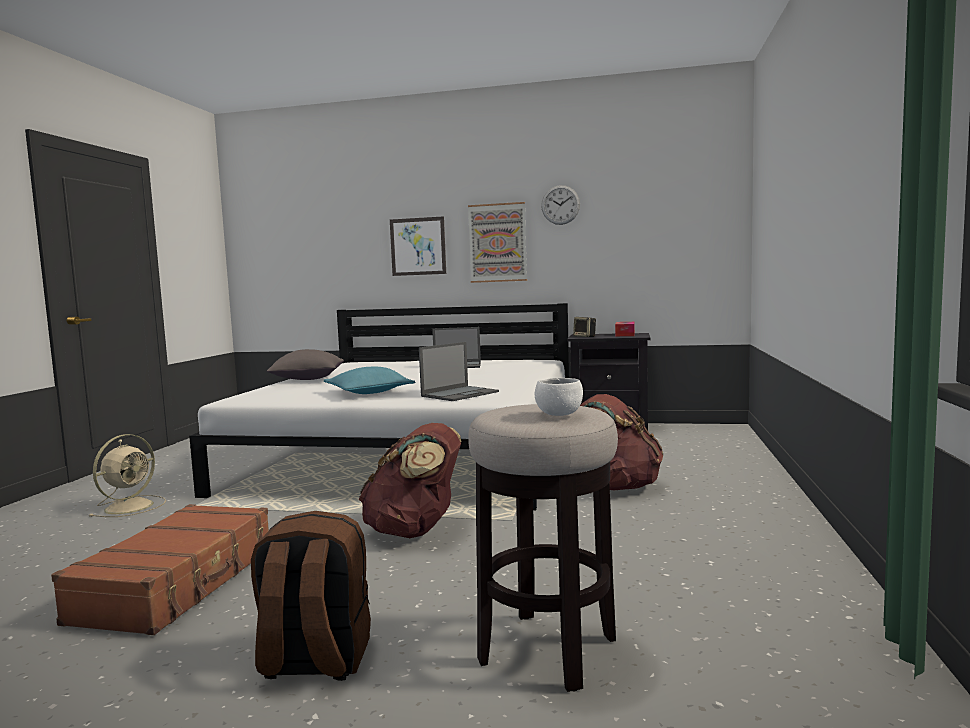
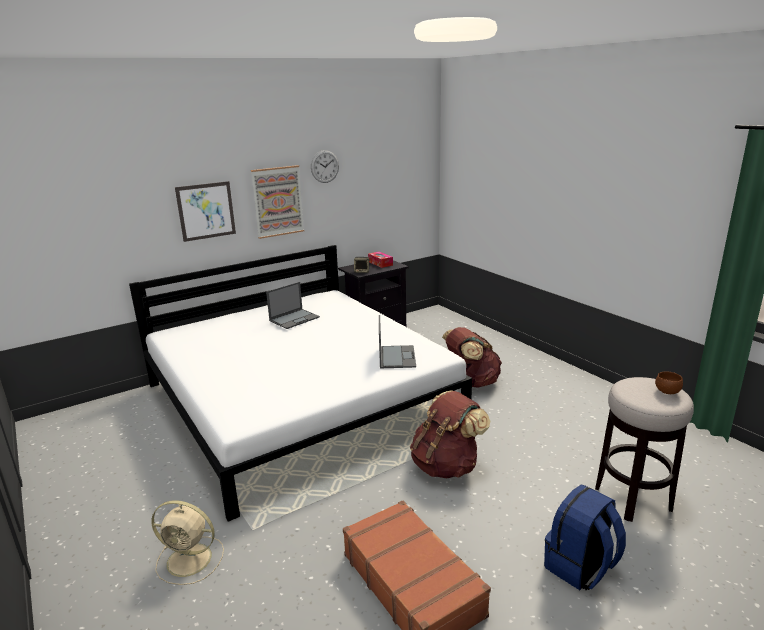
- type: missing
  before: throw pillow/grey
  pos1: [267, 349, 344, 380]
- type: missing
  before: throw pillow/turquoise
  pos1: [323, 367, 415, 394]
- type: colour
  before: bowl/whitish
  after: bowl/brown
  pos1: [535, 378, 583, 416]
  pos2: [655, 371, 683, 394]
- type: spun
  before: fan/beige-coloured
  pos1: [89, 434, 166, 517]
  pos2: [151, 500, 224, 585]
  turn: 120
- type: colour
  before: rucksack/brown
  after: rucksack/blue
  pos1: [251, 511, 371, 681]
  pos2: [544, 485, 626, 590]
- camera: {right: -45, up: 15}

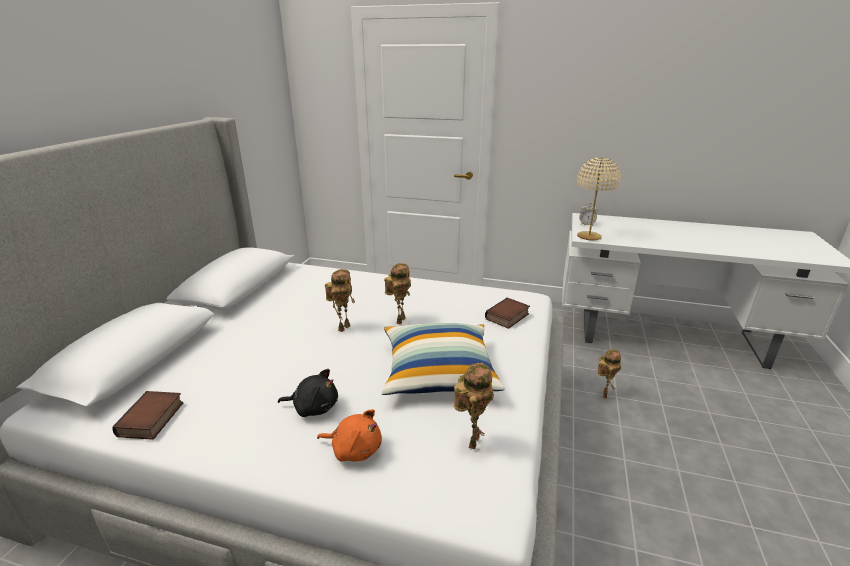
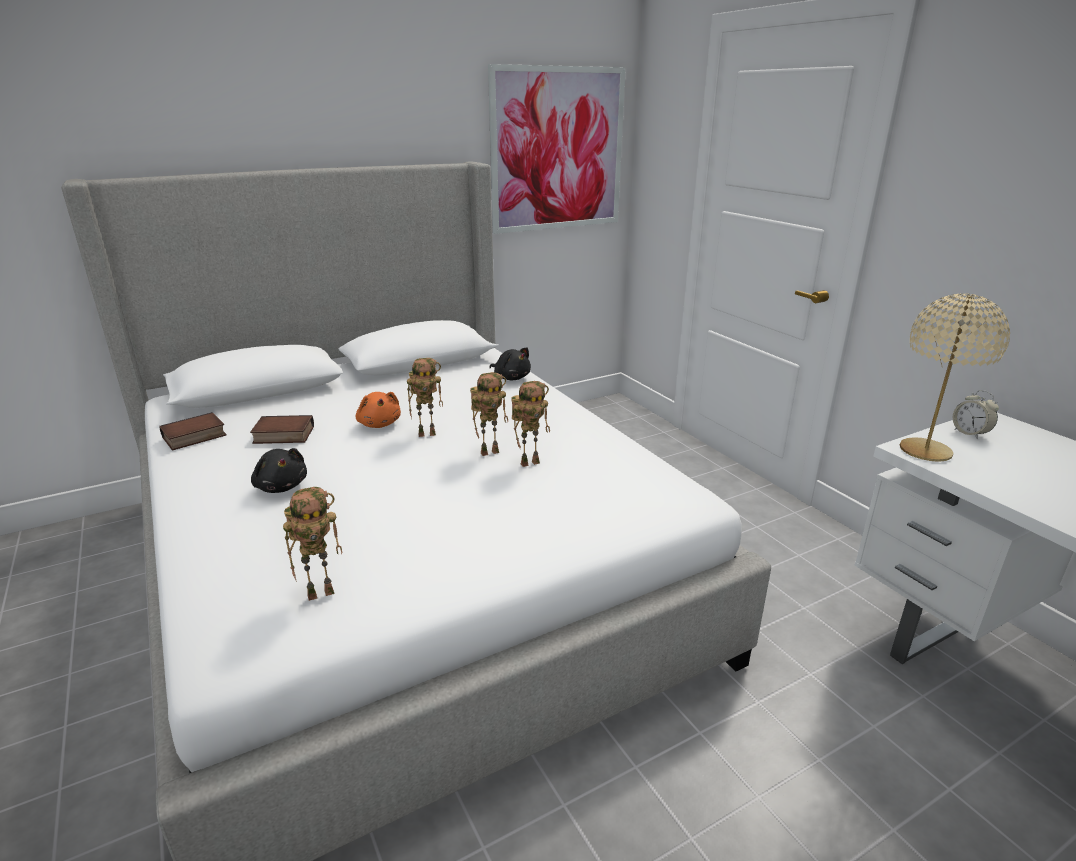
- type: relocated
  before: bound book
  pos1: [485, 298, 530, 329]
  pos2: [250, 415, 314, 444]
- type: missing
  before: throw pillow
  pos1: [382, 323, 505, 395]
- type: relocated
  before: toy robot
  pos1: [597, 349, 621, 399]
  pos2: [511, 381, 550, 467]
- type: relocated
  before: soft toy/orangey
  pos1: [317, 409, 382, 462]
  pos2: [356, 392, 401, 428]
- type: appeared
  after: wall picture
  pos2: [488, 64, 626, 234]
- type: appeared
  after: soft toy/black
  pos2: [489, 347, 531, 380]
- camera: {right: 45, up: 0}

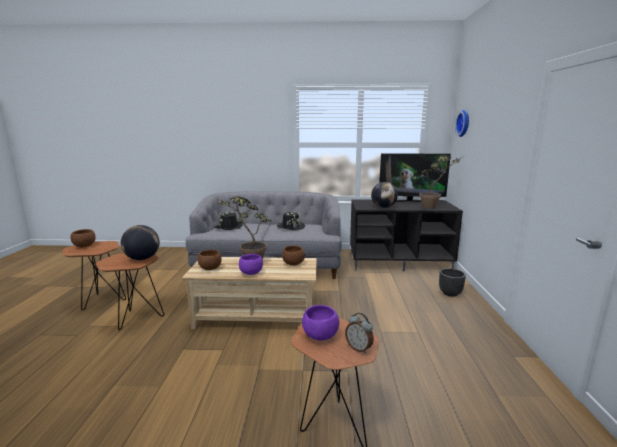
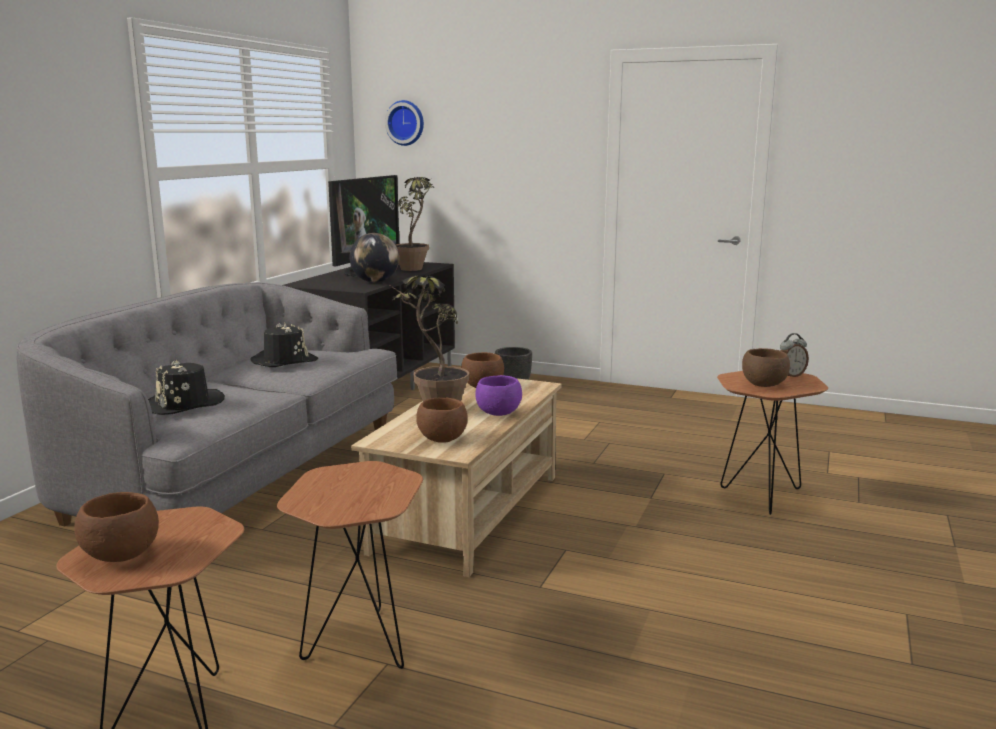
- type: missing
  before: globe
  pos1: [121, 225, 160, 260]
- type: colour
  before: bowl/purplish
  after: bowl/brown
  pos1: [302, 305, 339, 340]
  pos2: [742, 348, 790, 387]
- camera: {right: -70, up: 0}

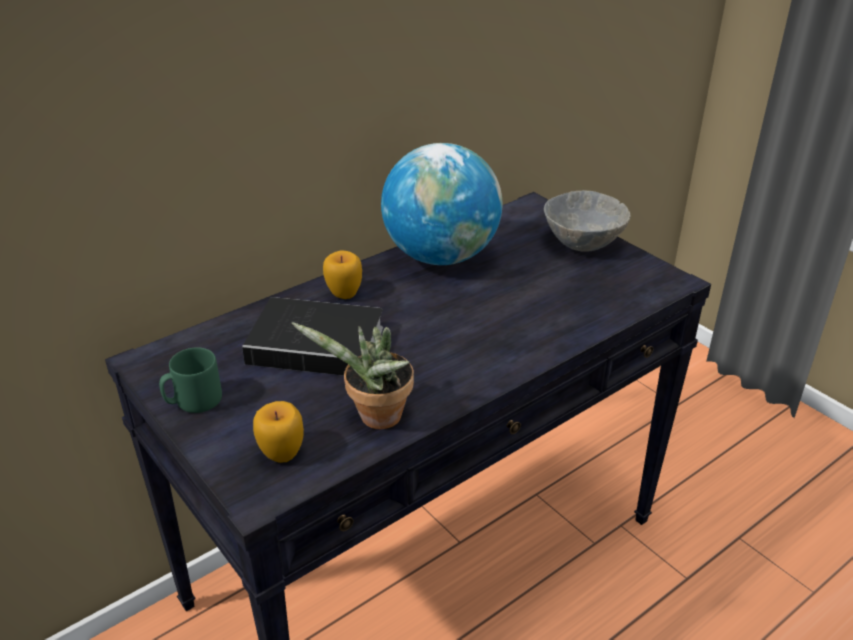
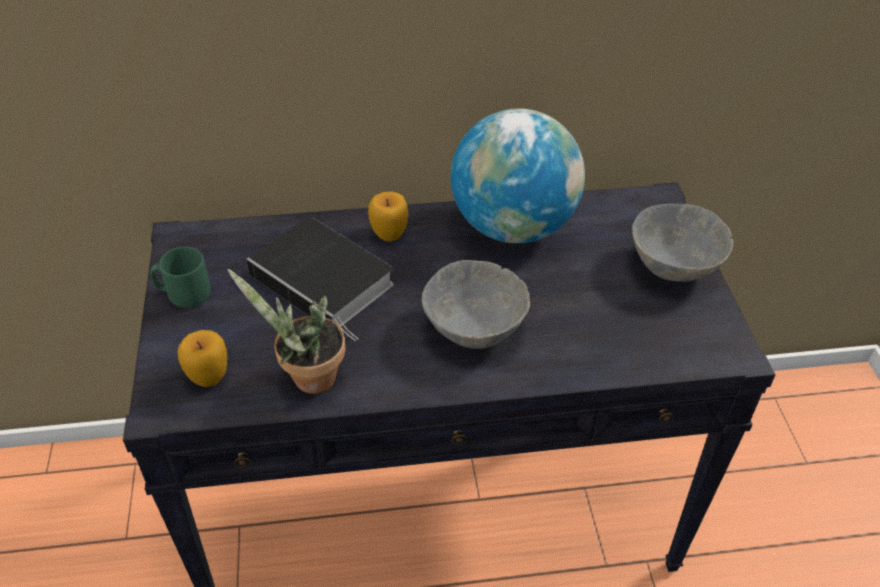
- type: appeared
  after: bowl/grey
  pos2: [422, 260, 530, 349]
- camera: {right: 30, up: 10}

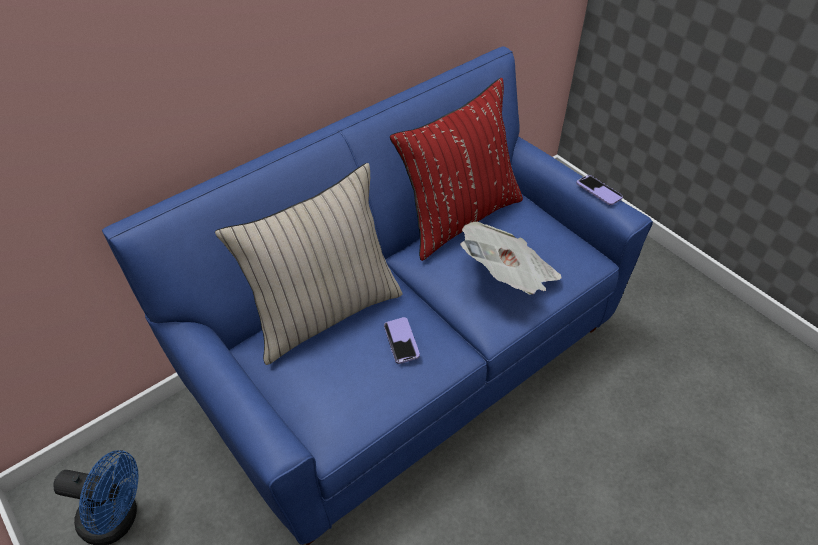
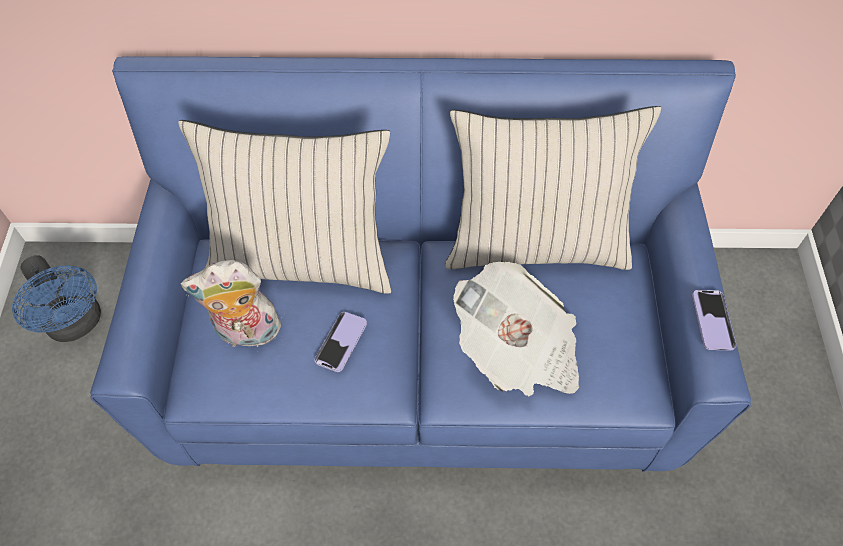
- type: colour
  before: throw pillow/reddish
  after: throw pillow/beige-coloured
  pos1: [390, 78, 523, 261]
  pos2: [446, 106, 661, 270]
- type: appeared
  after: soft toy
  pos2: [181, 260, 285, 347]
- camera: {right: 40, up: 10}

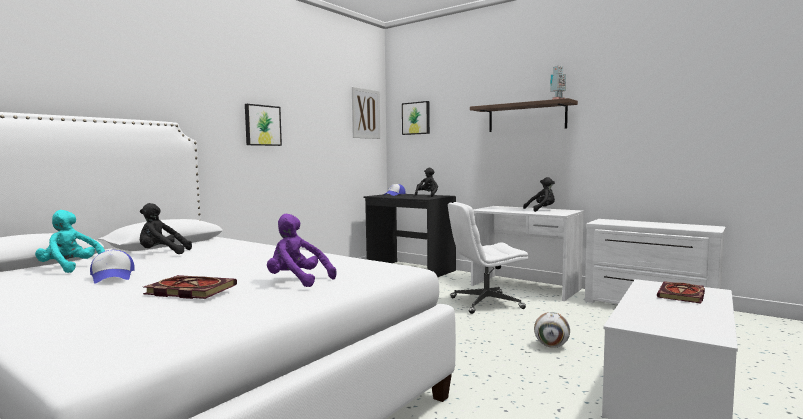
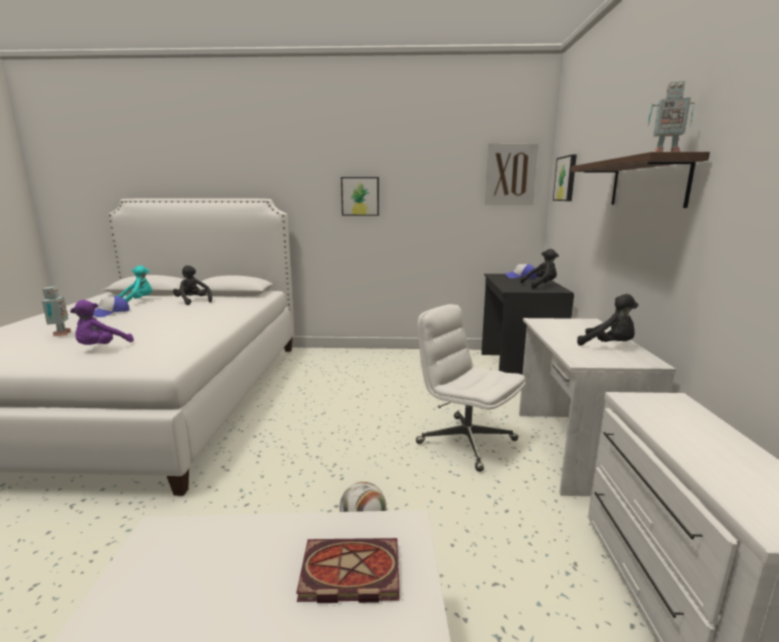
- type: spun
  before: soft toy/turquoise
  pos1: [35, 210, 105, 273]
  pos2: [117, 265, 152, 303]
  turn: 60
- type: spun
  before: soft toy/purplish
  pos1: [267, 213, 337, 287]
  pos2: [70, 300, 134, 345]
  turn: -150
- type: exchanged
  before: bound book
  after: toy robot
  pos1: [143, 275, 237, 299]
  pos2: [42, 286, 71, 336]
- camera: {right: 55, up: 10}

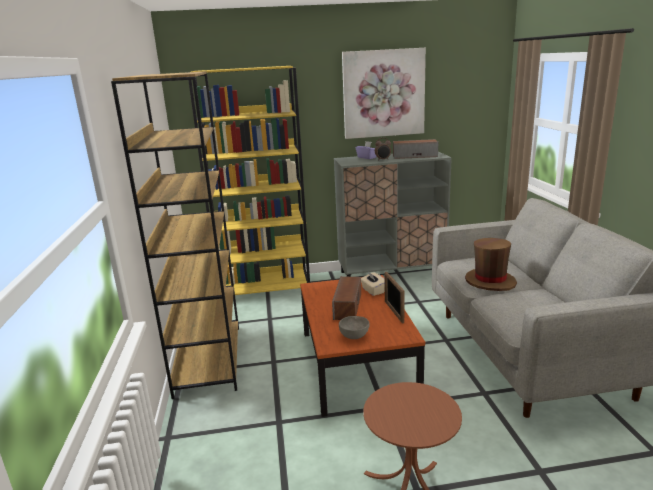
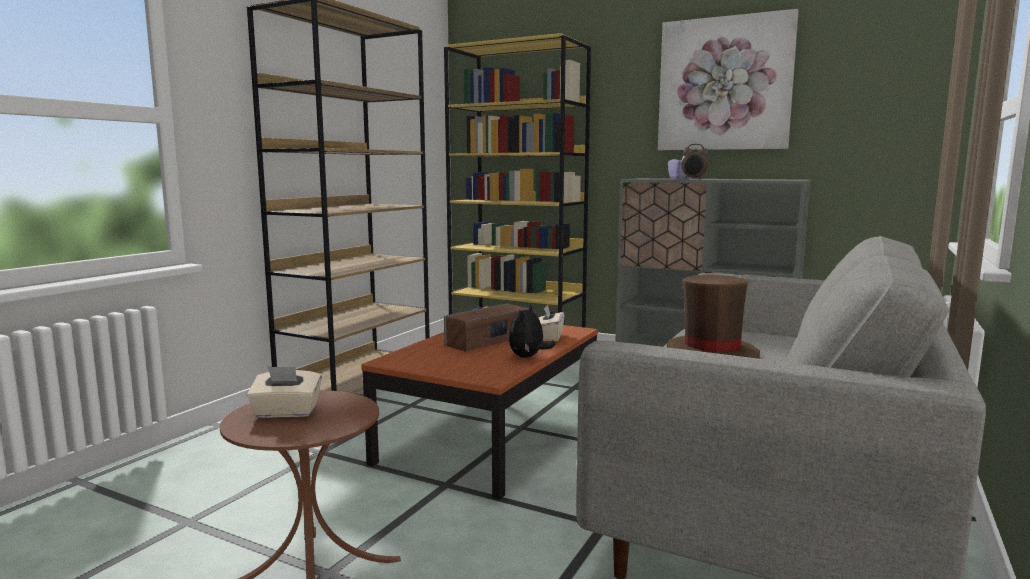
- type: missing
  before: speaker
  pos1: [393, 139, 438, 159]
- type: exchanged
  before: photo frame
  after: soft toy
  pos1: [384, 272, 405, 323]
  pos2: [509, 304, 556, 358]
- type: missing
  before: bowl/grey
  pos1: [339, 316, 370, 339]
- type: appeared
  after: tissue box/beige-coloured
  pos2: [247, 366, 322, 418]
- camera: {right: 35, up: -10}

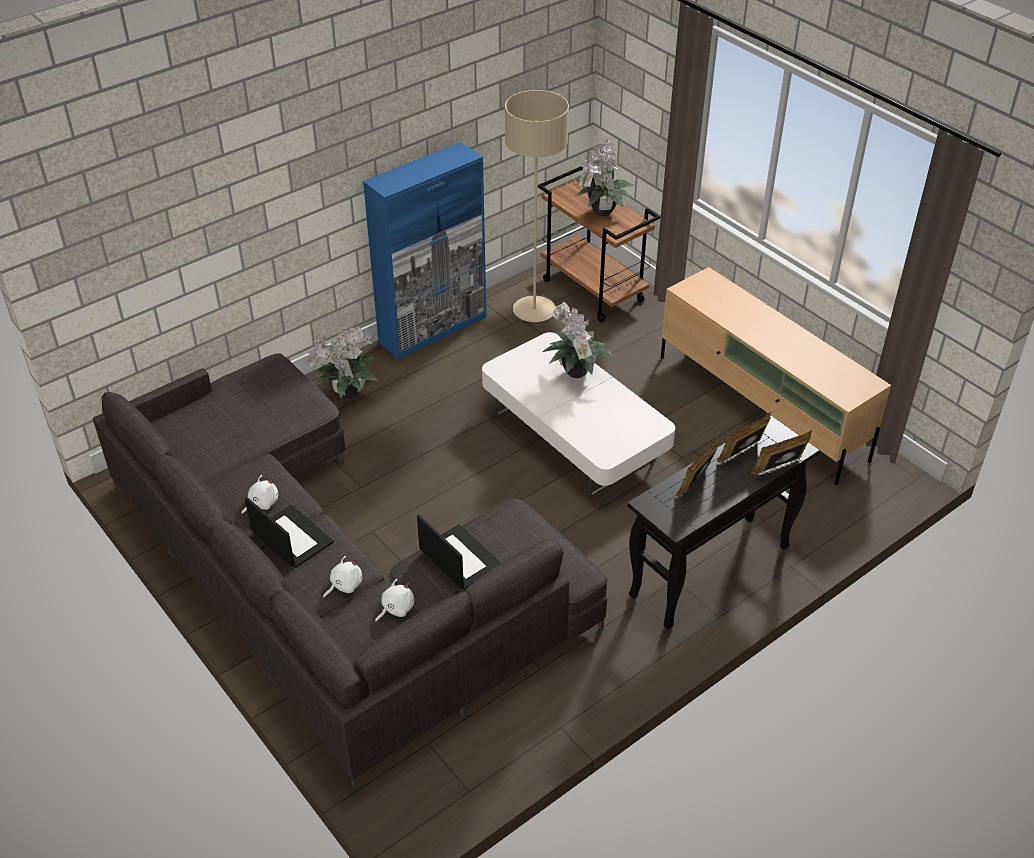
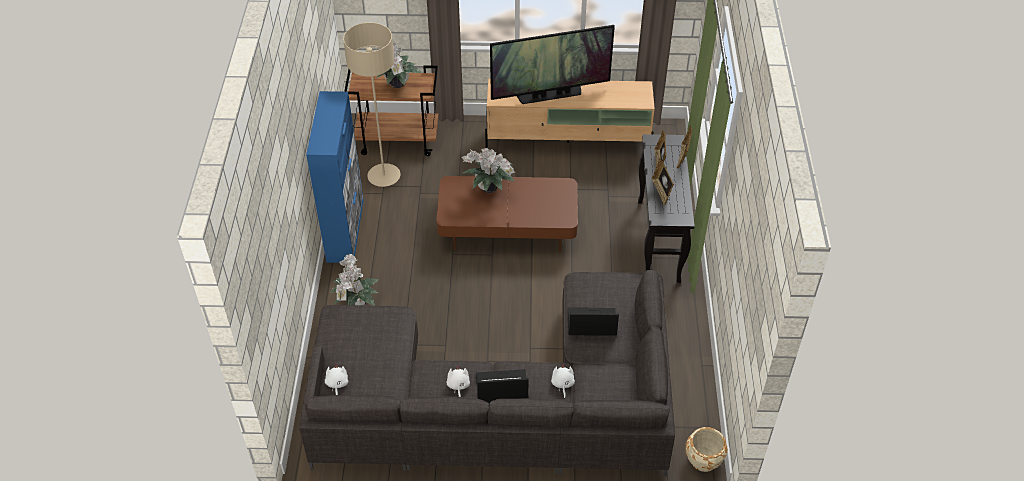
- type: colour
  before: low table/whitish
  after: low table/brown
  pos1: [482, 332, 675, 498]
  pos2: [436, 176, 578, 252]
- type: relocated
  before: soft toy/whitish
  pos1: [375, 579, 414, 622]
  pos2: [325, 363, 348, 395]
- type: appeared
  after: television
  pos2: [490, 25, 615, 104]
- type: appeared
  after: flower pot/beige-coloured
  pos2: [685, 427, 728, 472]
- camera: {right: -50, up: 5}

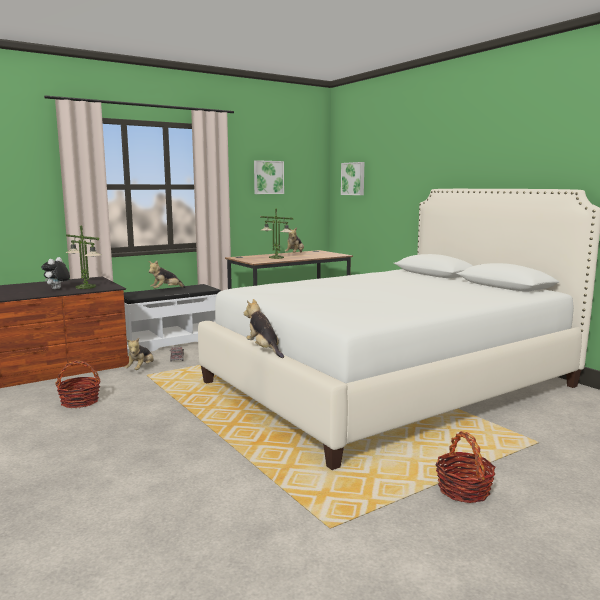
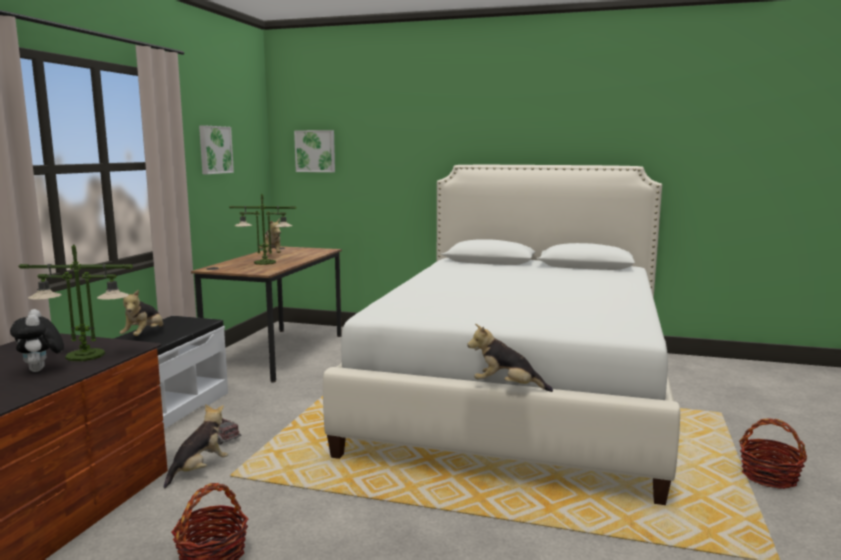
- type: spun
  before: soft toy
  pos1: [125, 338, 154, 370]
  pos2: [164, 404, 228, 489]
  turn: -120
- camera: {right: -40, up: 0}

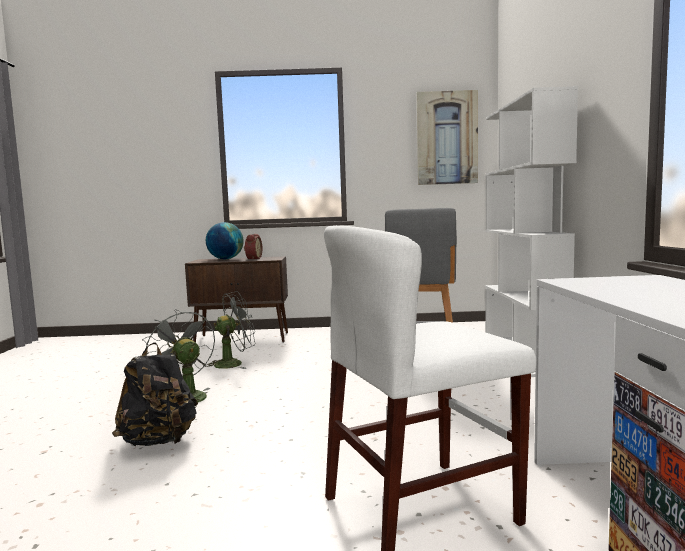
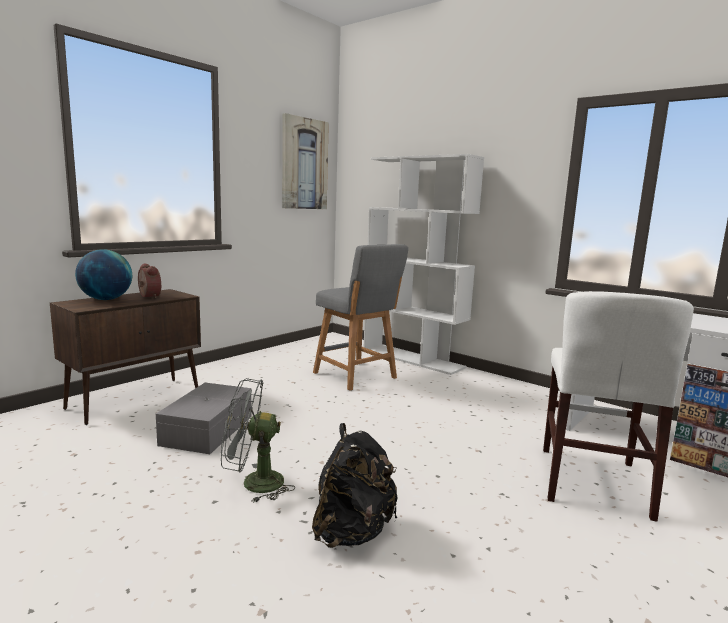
- type: exchanged
  before: fan/grey
  after: storage bin/grey
  pos1: [205, 291, 256, 369]
  pos2: [156, 383, 251, 454]
- camera: {right: -50, up: 5}

